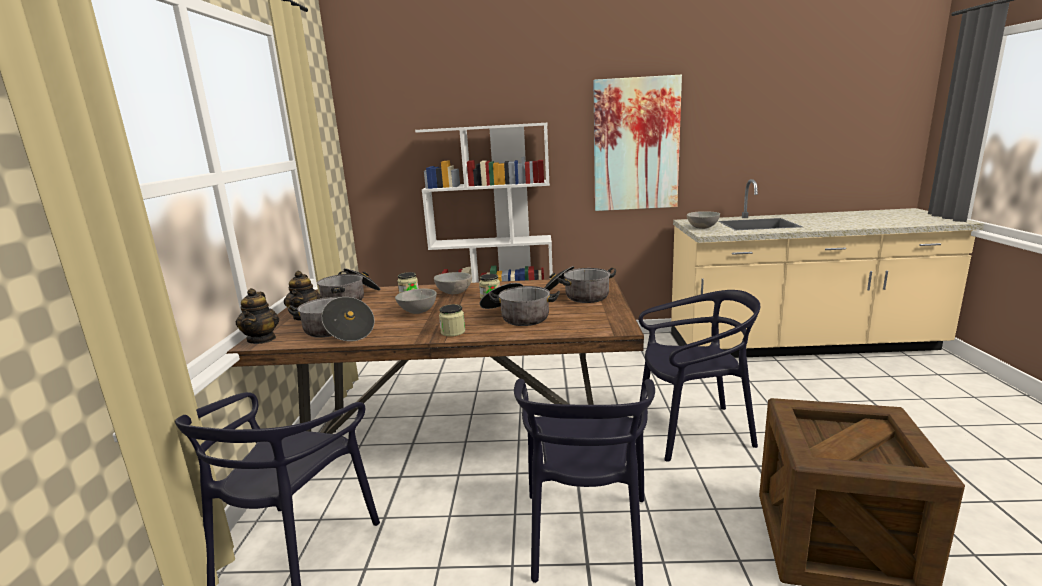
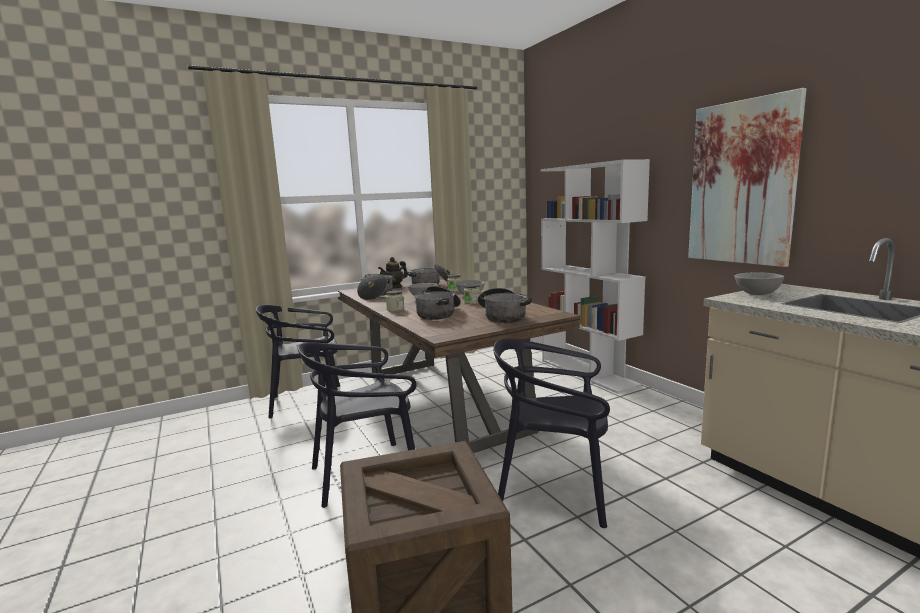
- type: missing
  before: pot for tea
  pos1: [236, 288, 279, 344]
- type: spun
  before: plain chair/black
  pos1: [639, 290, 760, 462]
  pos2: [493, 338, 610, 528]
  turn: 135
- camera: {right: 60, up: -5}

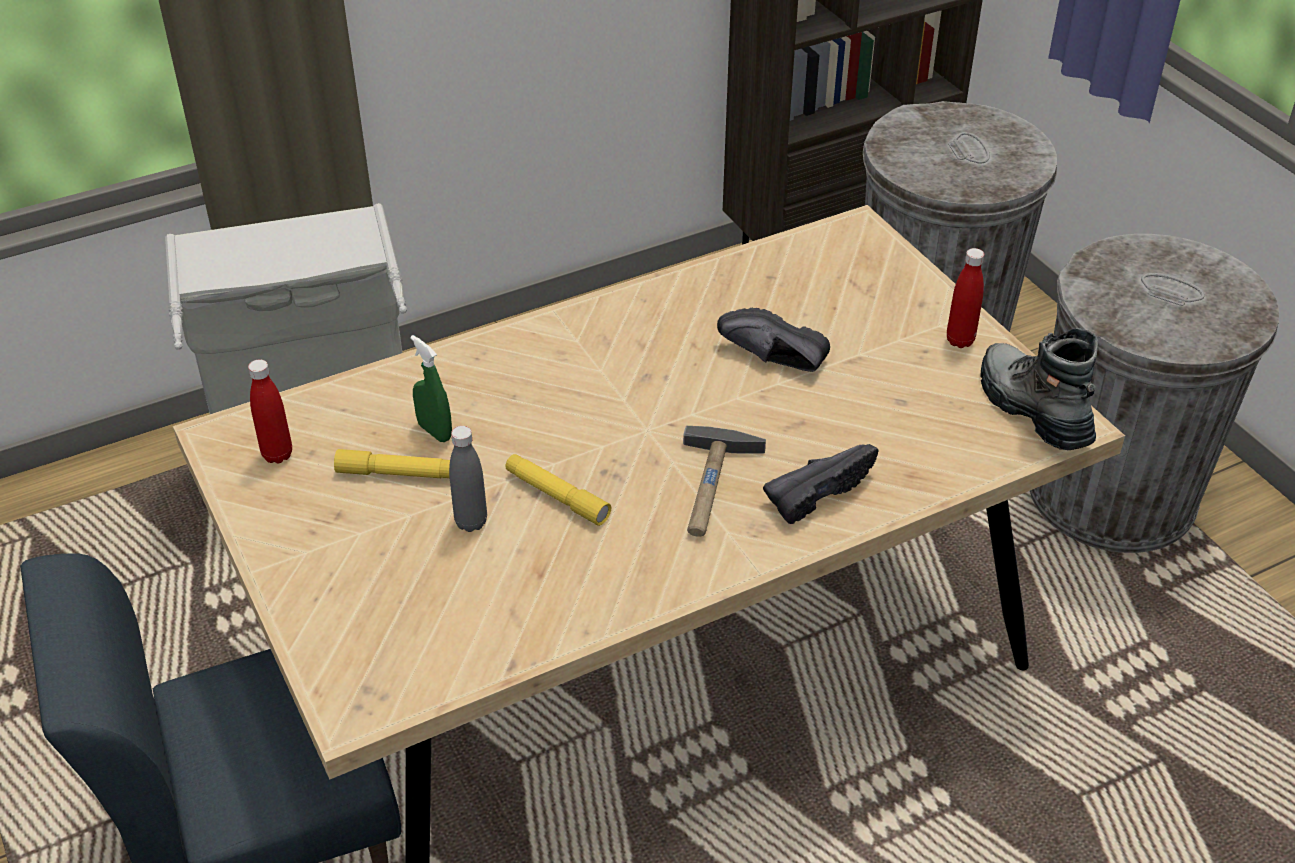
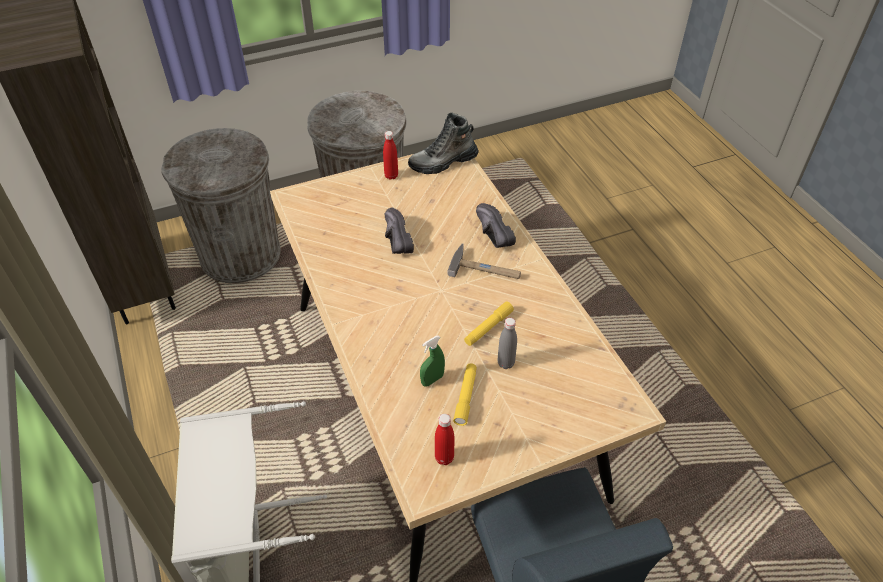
- type: spun
  before: low shoe/black
  pos1: [717, 308, 830, 372]
  pos2: [385, 208, 414, 254]
  turn: 135
- camera: {right: -85, up: 5}

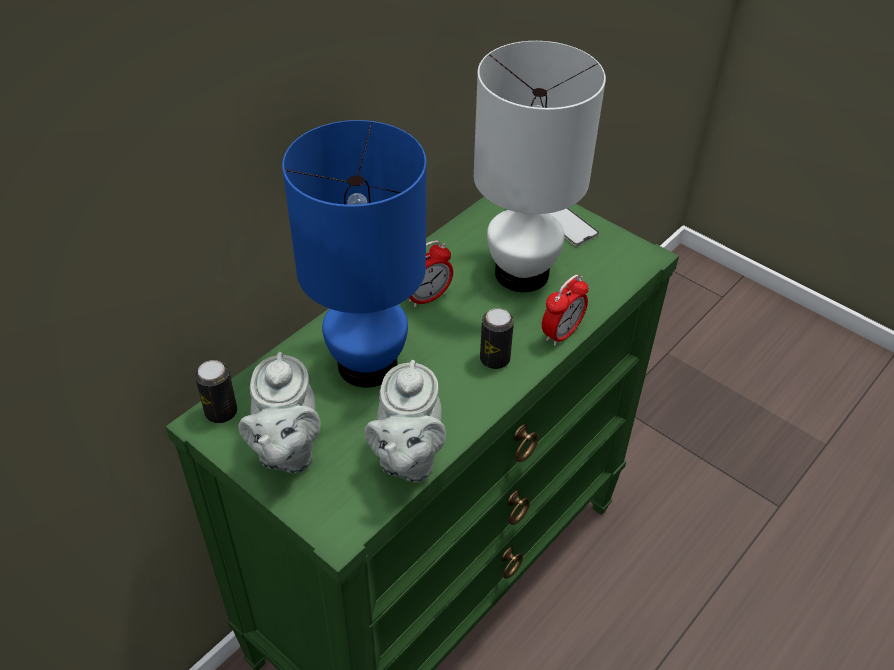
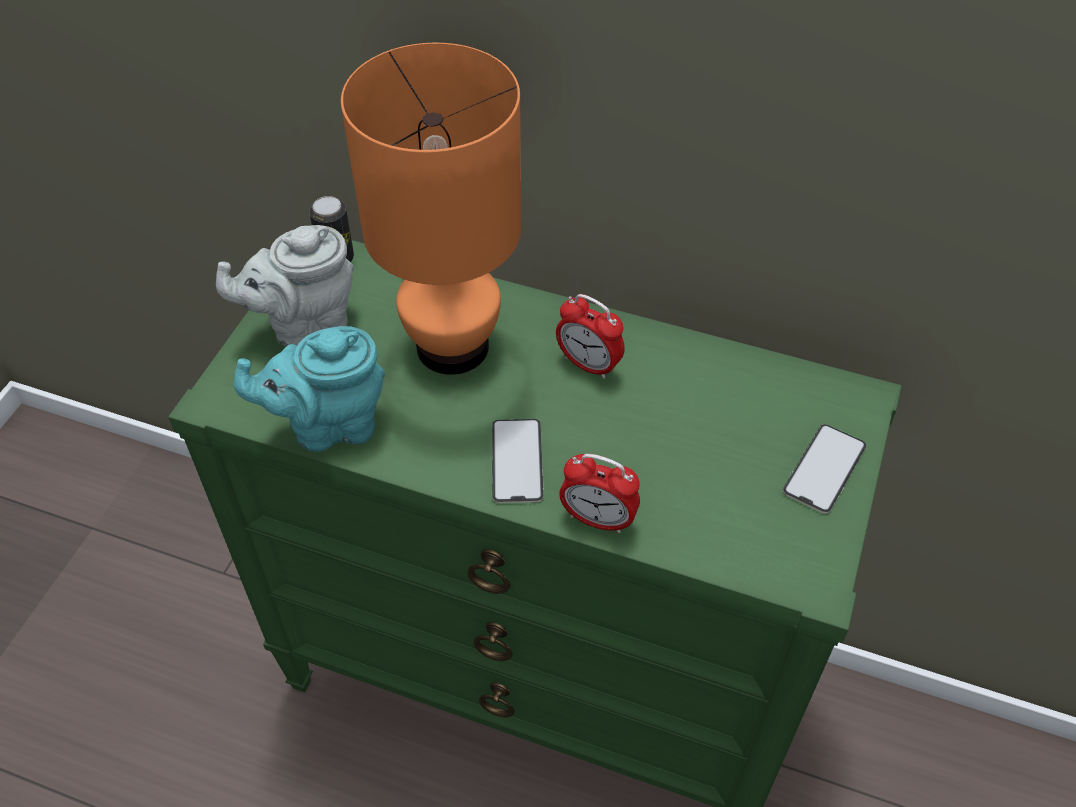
- type: missing
  before: lamp for a table/whitish
  pos1: [474, 41, 606, 292]
- type: colour
  before: lamp for a table/blue
  after: lamp for a table/orangey
  pos1: [282, 120, 426, 388]
  pos2: [341, 43, 521, 375]
- type: exchanged
  before: can
  after: telephone
  pos1: [480, 308, 514, 369]
  pos2: [492, 419, 544, 503]
- type: colour
  before: pot for tea/grey
  after: pot for tea/turquoise
  pos1: [365, 360, 446, 483]
  pos2: [234, 326, 385, 452]
- camera: {right: 70, up: 5}

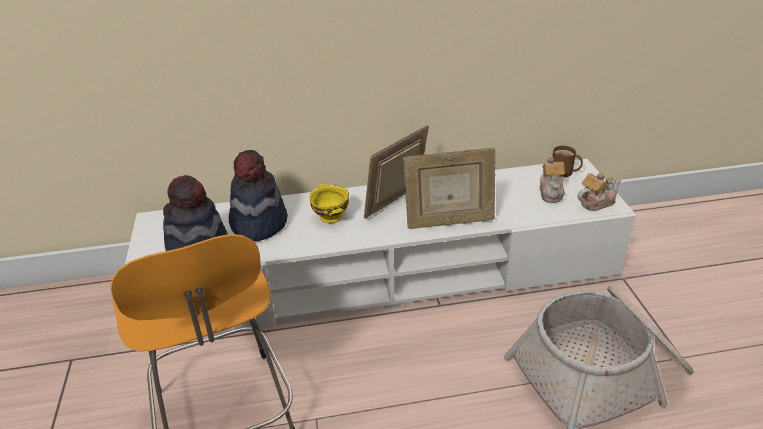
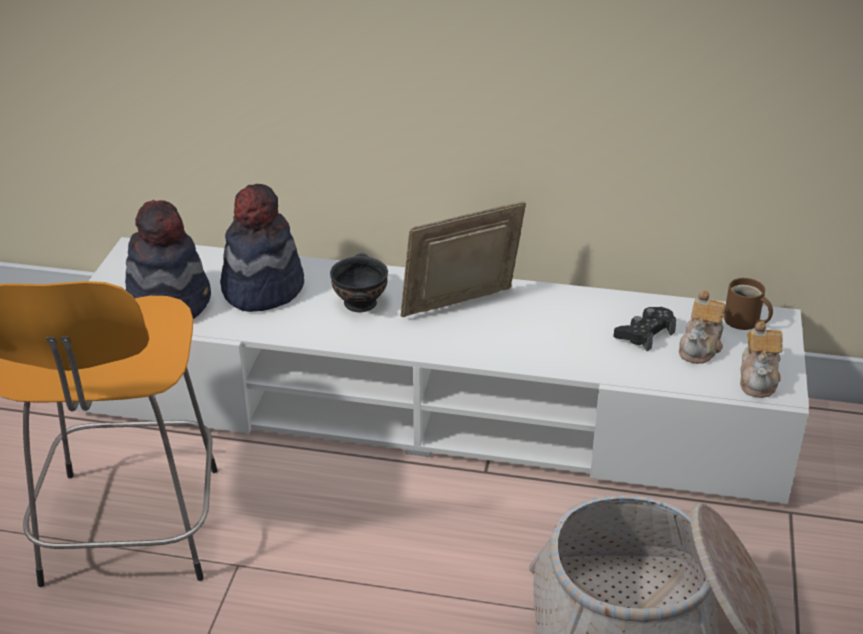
- type: missing
  before: photo frame
  pos1: [403, 148, 495, 229]
- type: spun
  before: pot for tea
  pos1: [577, 173, 621, 211]
  pos2: [740, 321, 783, 398]
  turn: 105
- type: colour
  before: bowl/yellow
  after: bowl/black
  pos1: [309, 184, 349, 223]
  pos2: [330, 253, 388, 312]
- type: appeared
  after: game controller/black
  pos2: [613, 307, 676, 351]
- camera: {right: 20, up: 0}

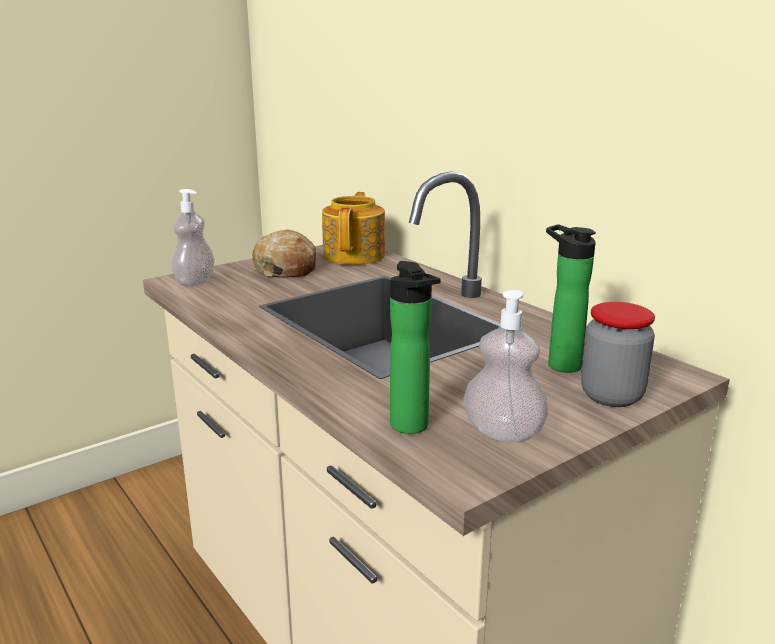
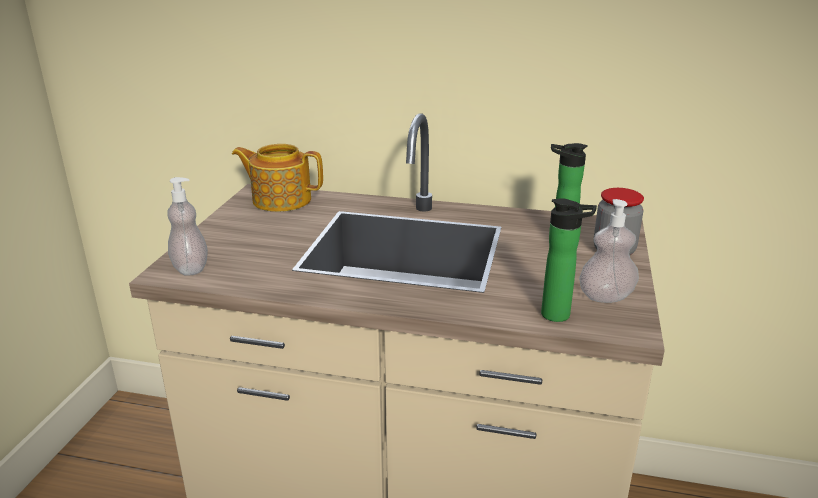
- type: spun
  before: pot for tea
  pos1: [322, 192, 385, 265]
  pos2: [232, 144, 323, 212]
  turn: -45
- type: missing
  before: bakery bread
  pos1: [253, 230, 316, 277]
- camera: {right: -40, up: 5}

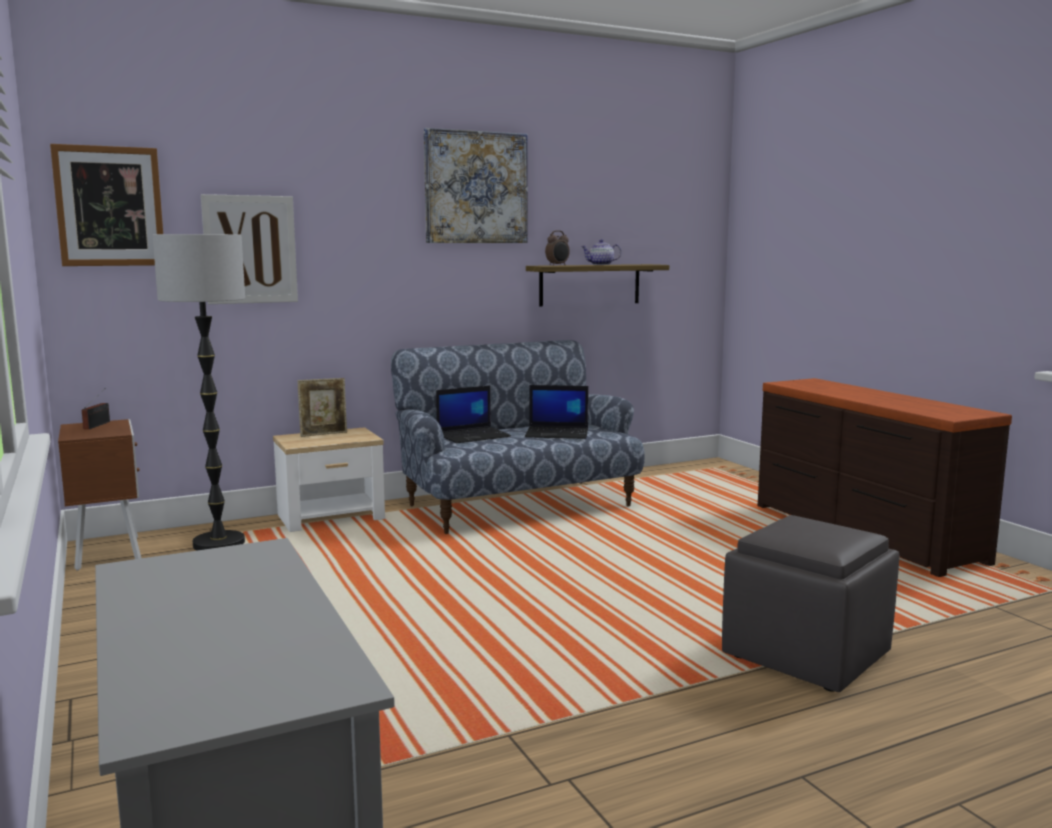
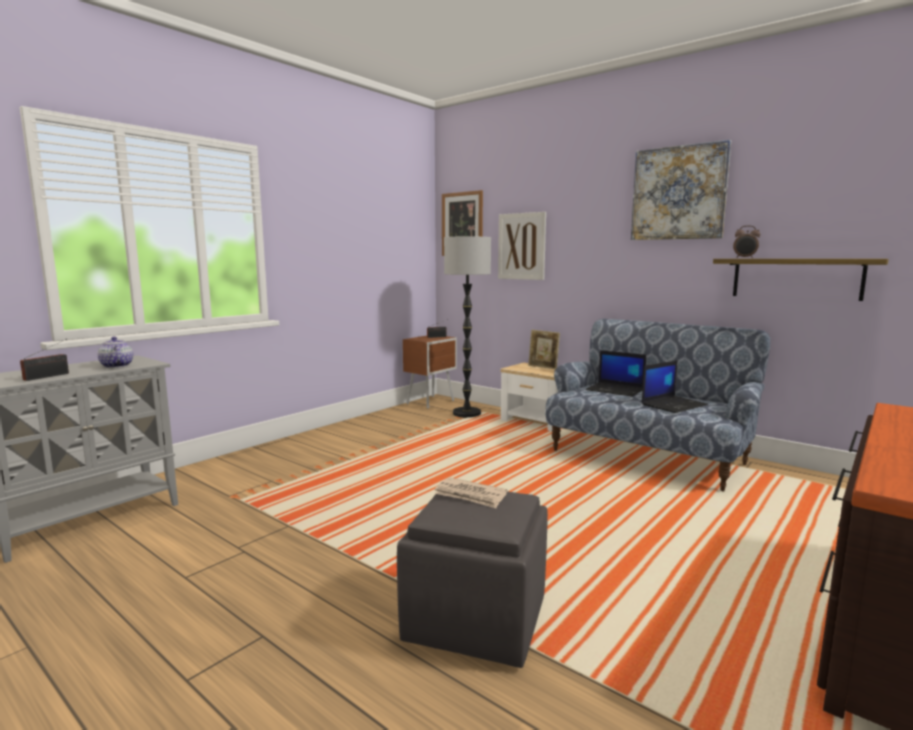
- type: relocated
  before: pot for tea
  pos1: [581, 239, 621, 265]
  pos2: [97, 337, 133, 368]
- type: spun
  before: laptop
  pos1: [525, 385, 589, 439]
  pos2: [642, 360, 708, 413]
  turn: -105
- type: appeared
  after: radio
  pos2: [20, 339, 69, 381]
- type: appeared
  after: newspaper
  pos2: [434, 477, 507, 508]
- camera: {right: 65, up: 0}

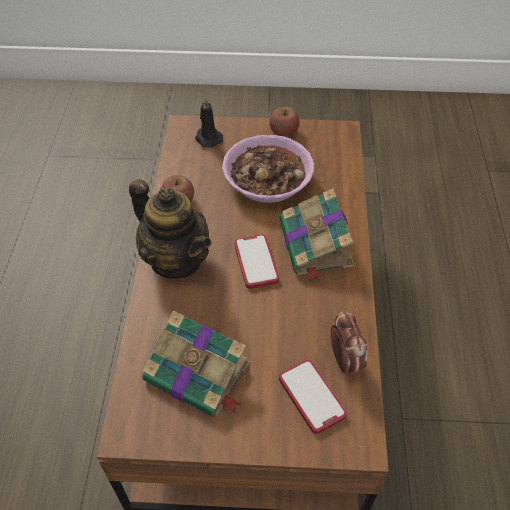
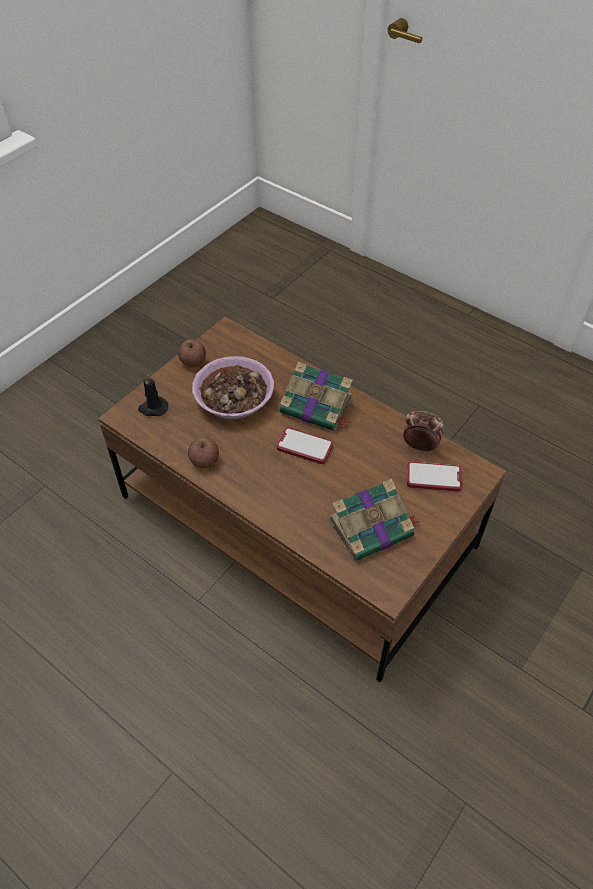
- type: missing
  before: pot for tea
  pos1: [129, 179, 211, 279]
- camera: {right: -55, up: 0}

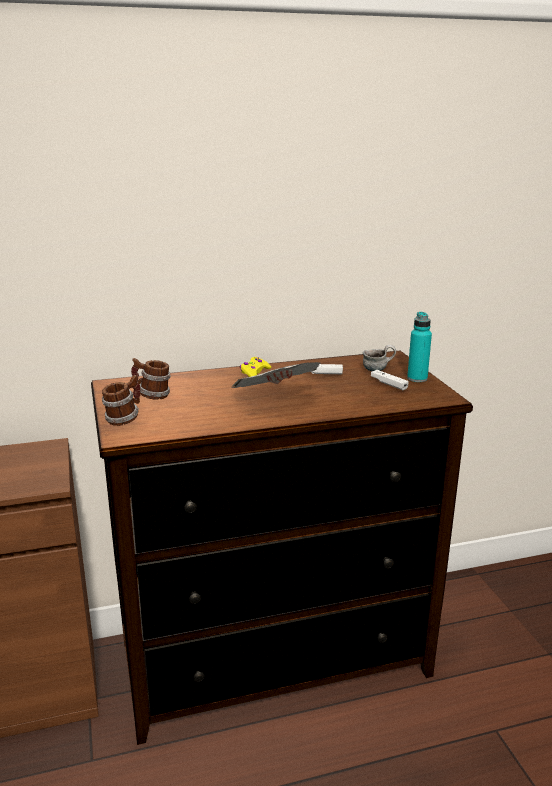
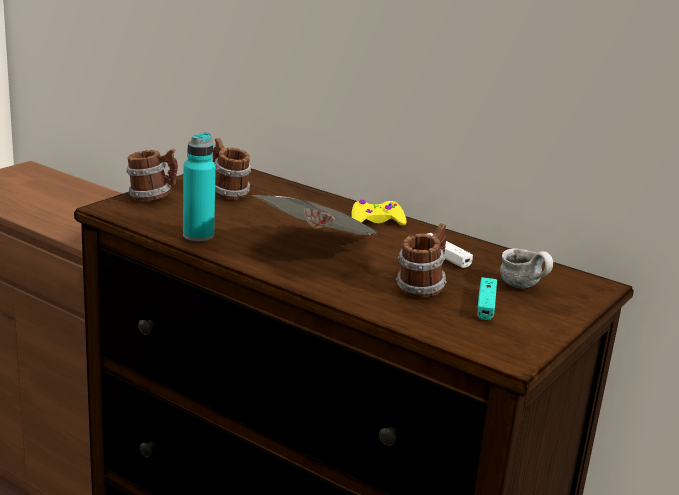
- type: relocated
  before: bottle/turquoise
  pos1: [407, 312, 432, 382]
  pos2: [183, 133, 216, 241]
- type: colour
  before: game controller/whitish
  after: game controller/turquoise
  pos1: [371, 370, 409, 390]
  pos2: [477, 277, 497, 320]
- type: appeared
  after: tea mug
  pos2: [396, 223, 446, 298]
- camera: {right: 50, up: 0}

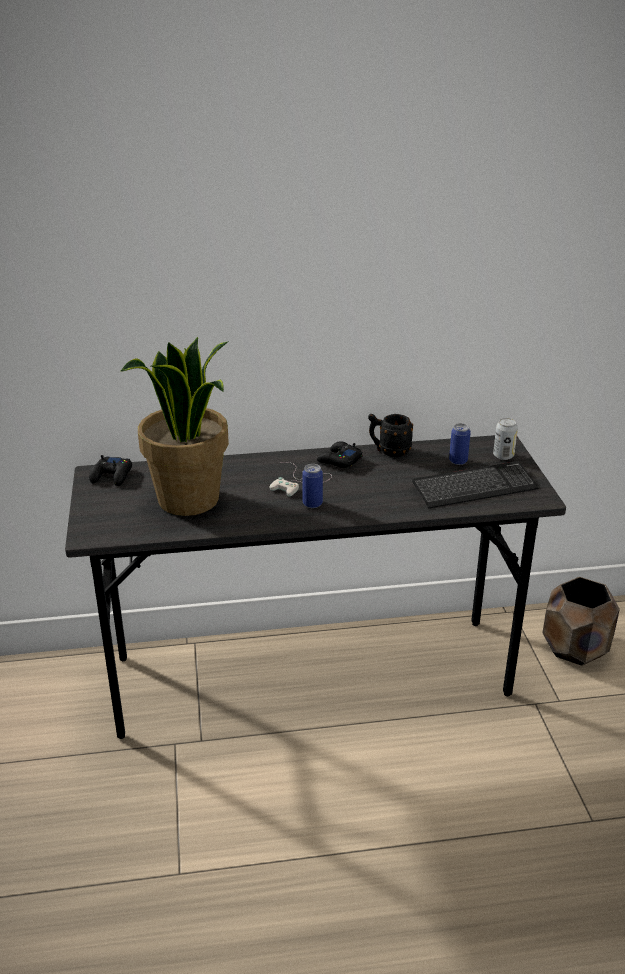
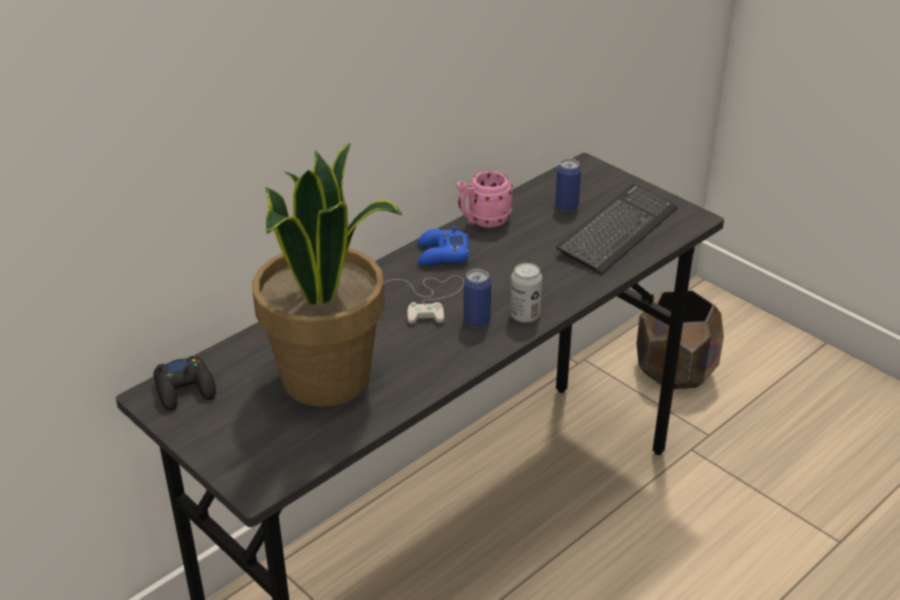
- type: colour
  before: tea mug/black
  after: tea mug/pinkish
  pos1: [368, 414, 413, 457]
  pos2: [457, 171, 513, 228]
- type: relocated
  before: can
  pos1: [493, 418, 518, 460]
  pos2: [510, 263, 542, 323]
- type: colour
  before: game controller/black
  after: game controller/blue
  pos1: [317, 441, 363, 468]
  pos2: [418, 226, 469, 265]
- camera: {right: -35, up: 5}

